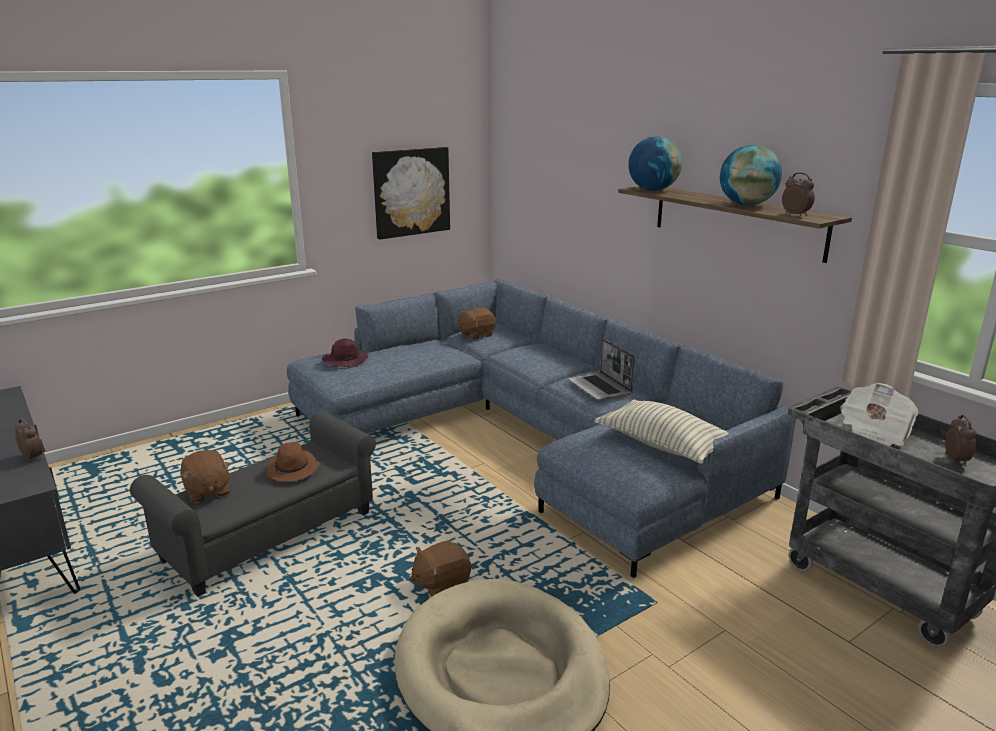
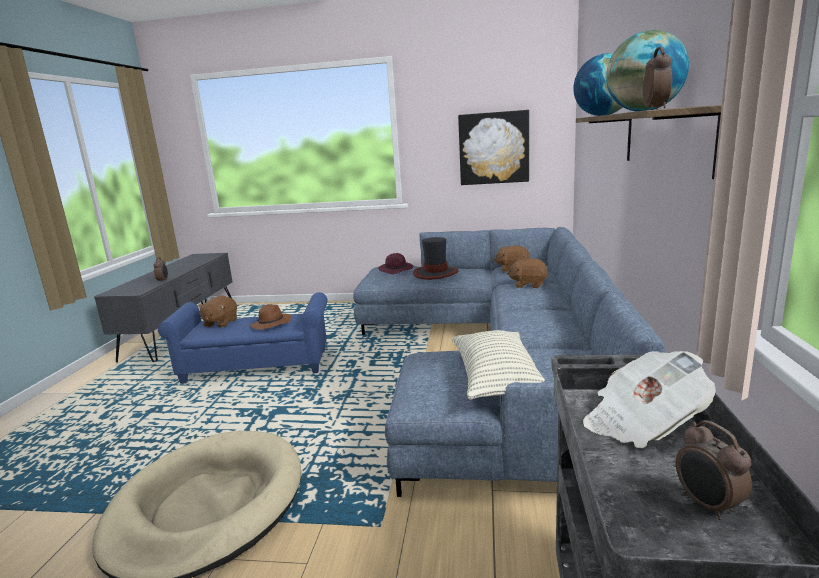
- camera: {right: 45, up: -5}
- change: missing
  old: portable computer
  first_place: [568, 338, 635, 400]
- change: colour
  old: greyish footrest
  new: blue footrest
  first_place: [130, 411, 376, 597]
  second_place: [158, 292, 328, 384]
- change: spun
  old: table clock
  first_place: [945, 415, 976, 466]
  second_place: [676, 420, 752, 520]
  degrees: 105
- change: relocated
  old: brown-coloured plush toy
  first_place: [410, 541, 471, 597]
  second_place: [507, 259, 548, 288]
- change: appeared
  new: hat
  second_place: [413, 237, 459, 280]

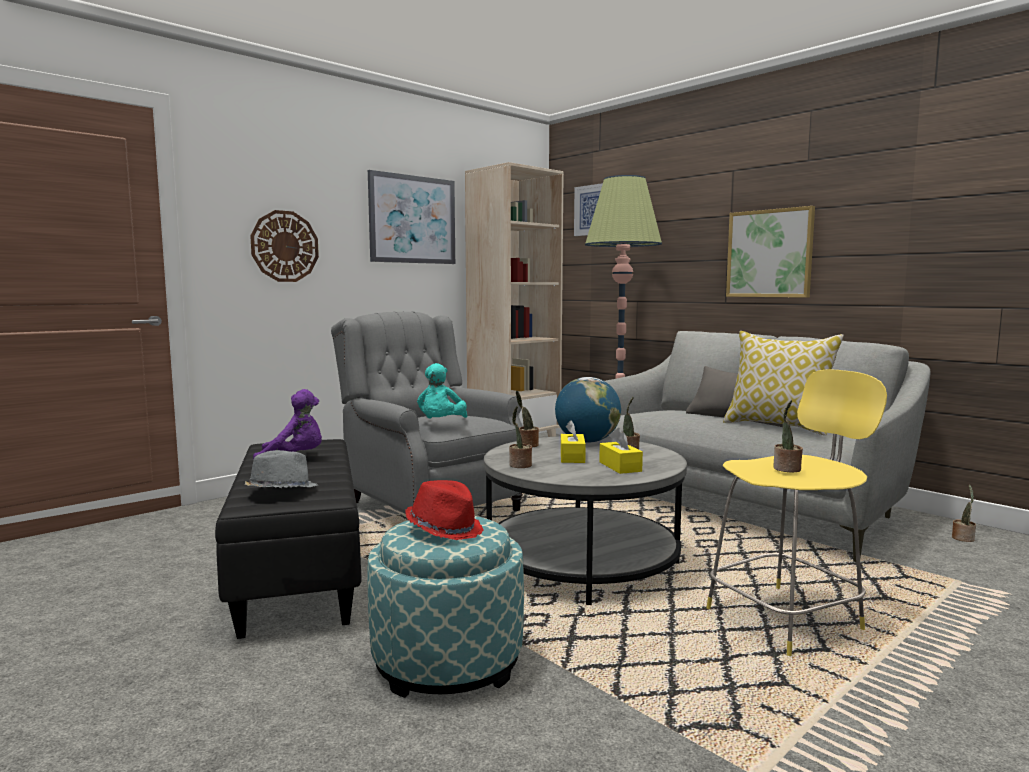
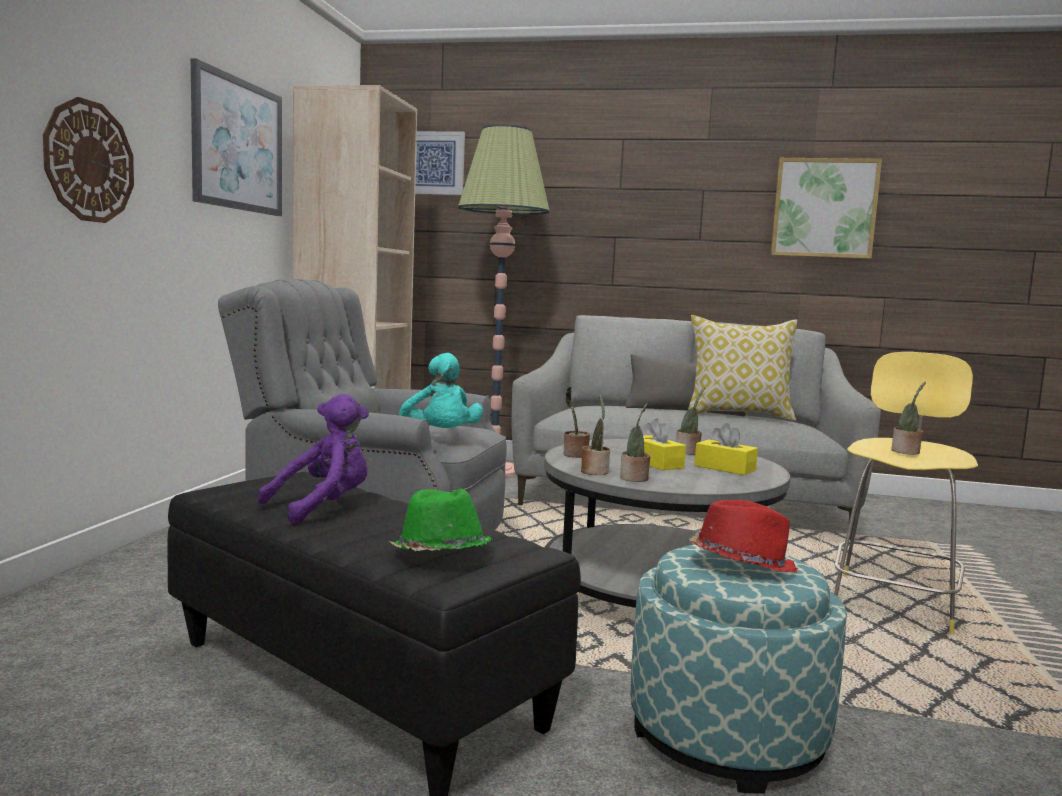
- camera: {right: -35, up: 0}
- change: relocated
  old: wall picture
  first_place: [726, 206, 815, 298]
  second_place: [771, 158, 882, 259]
- change: missing
  old: globe
  first_place: [555, 377, 621, 443]
- change: colour
  old: greyish hat
  new: green-coloured hat
  first_place: [245, 450, 318, 488]
  second_place: [389, 488, 493, 551]
- change: relocated
  old: potted plant
  first_place: [952, 485, 976, 542]
  second_place: [581, 394, 610, 475]

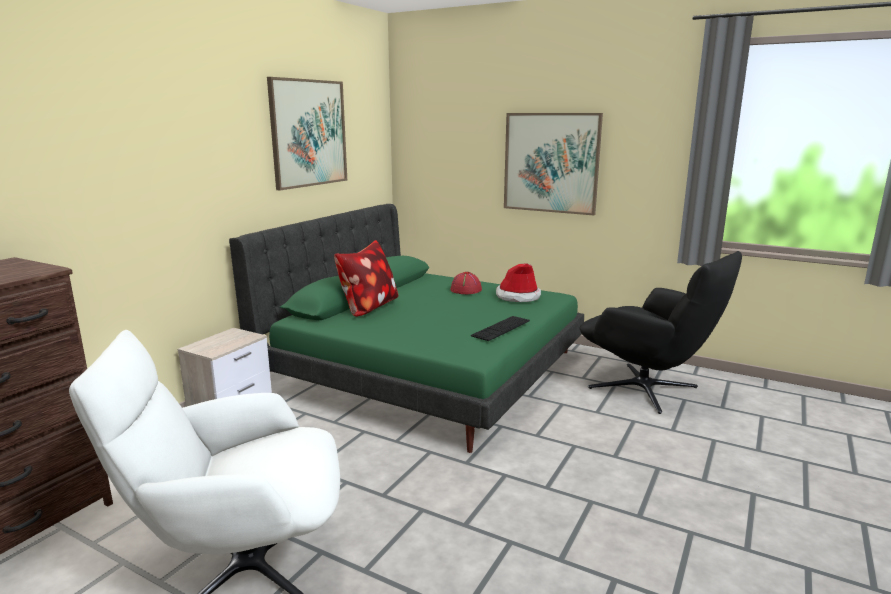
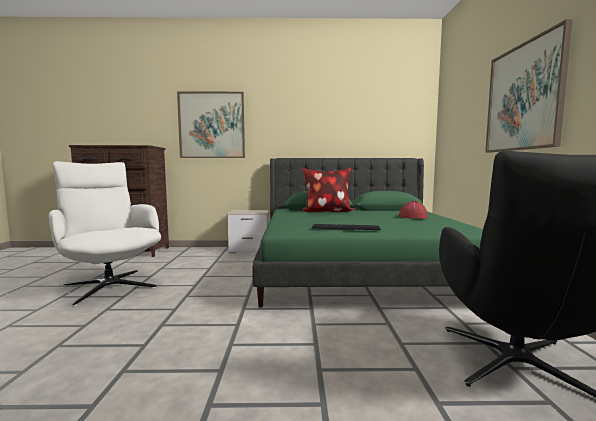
- camera: {right: 60, up: -10}
- change: relocated
  old: wall picture
  first_place: [267, 77, 347, 190]
  second_place: [177, 91, 245, 158]
- change: missing
  old: hat
  first_place: [496, 263, 541, 302]

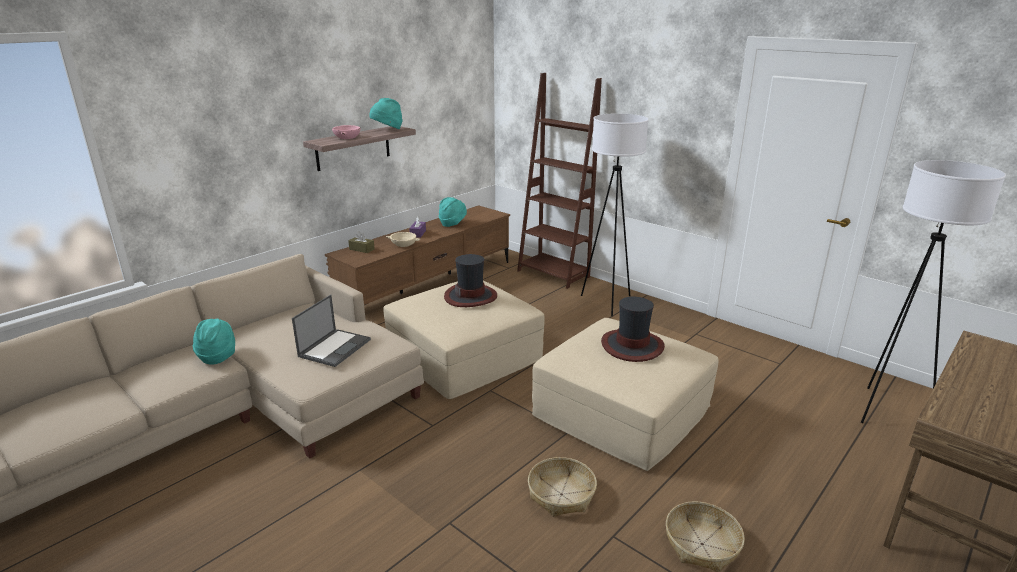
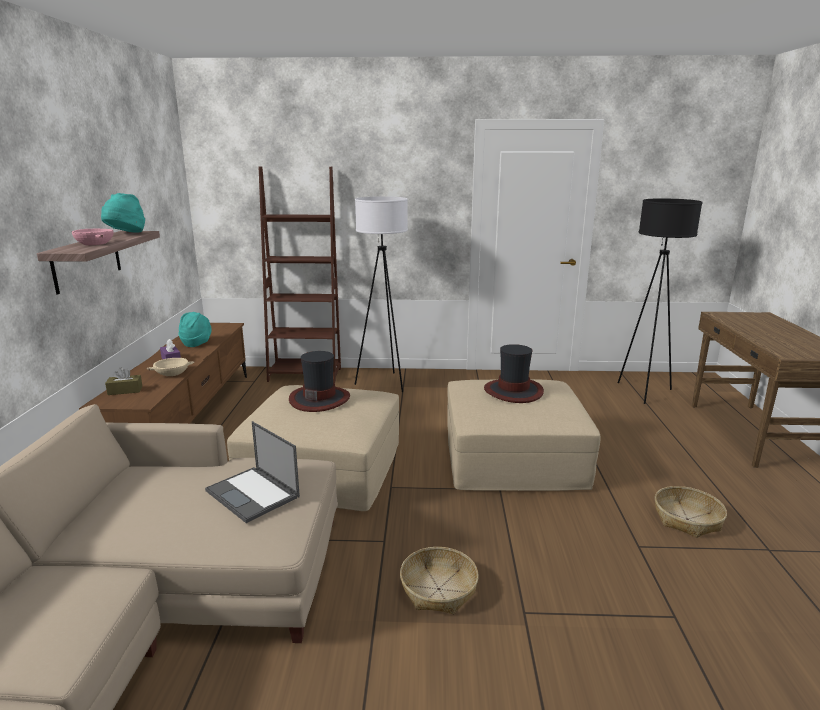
- camera: {right: -40, up: -5}
- change: colour
  old: whitish standard lamp
  new: black-coloured standard lamp
  first_place: [861, 160, 1006, 423]
  second_place: [618, 198, 703, 404]
- change: spun
  old: portable computer
  first_place: [292, 295, 371, 367]
  second_place: [205, 421, 300, 523]
  degrees: 150
- change: missing
  old: turquoise-coloured hat
  first_place: [193, 319, 235, 365]
- change: relocated
  old: basket
  first_place: [528, 457, 597, 517]
  second_place: [400, 547, 479, 614]

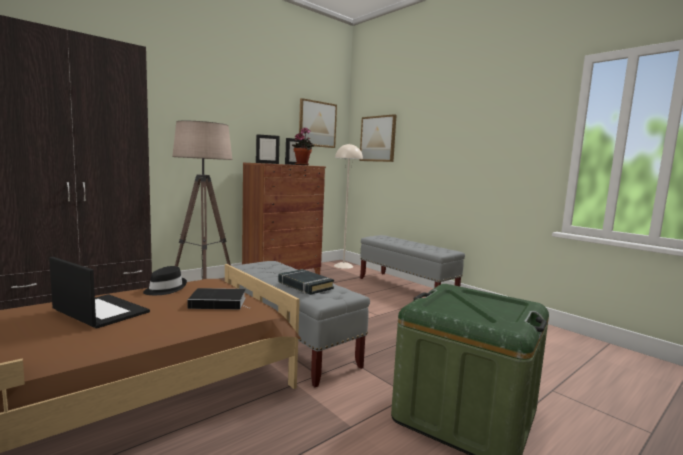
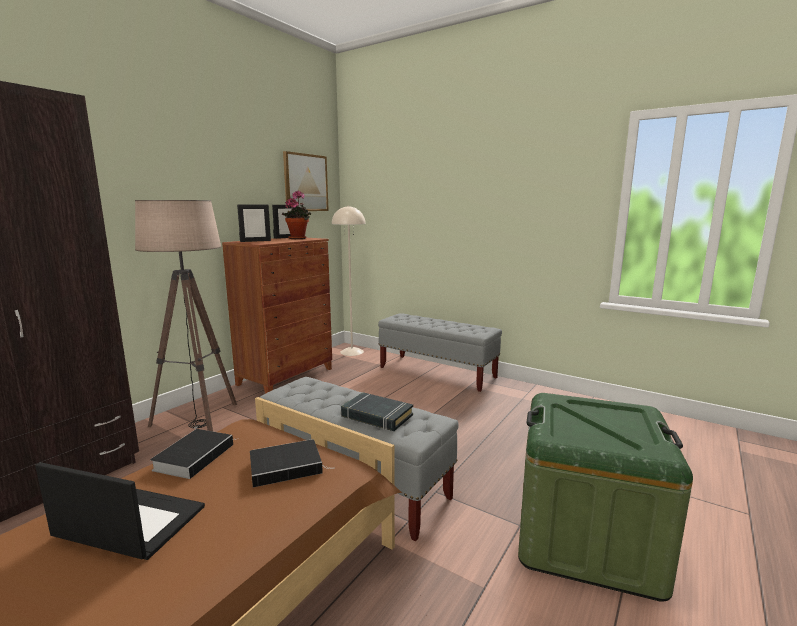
- camera: {right: -15, up: 5}
- change: missing
  old: wall picture
  first_place: [359, 114, 397, 162]
- change: exchanged
  old: black-coloured hat
  new: volume
  first_place: [143, 266, 187, 295]
  second_place: [150, 429, 236, 479]

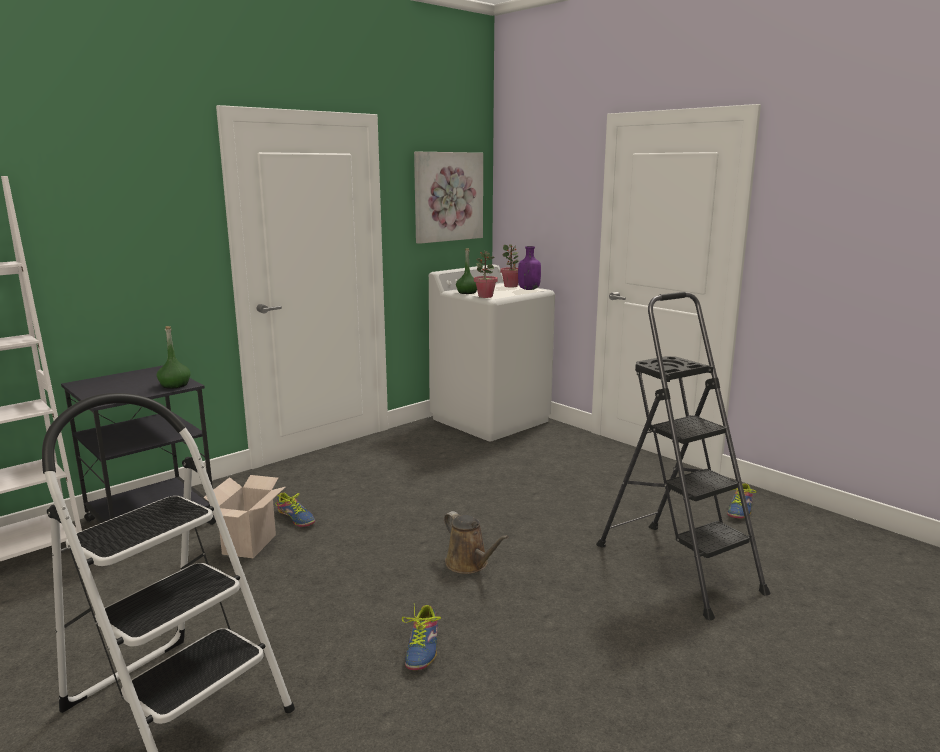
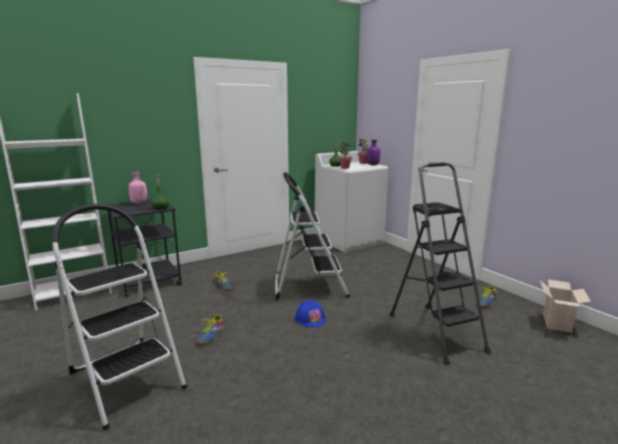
- camera: {right: 10, up: 0}
- change: missing
  old: wall picture
  first_place: [414, 152, 483, 244]
- change: relocated
  old: carton
  first_place: [203, 475, 285, 558]
  second_place: [540, 280, 591, 333]
- change: exchanged
  old: brown-coloured watering can
  new: blue work helmet
  first_place: [444, 511, 509, 574]
  second_place: [295, 300, 326, 327]
- change: relocated
  old: low shoe
  first_place: [402, 603, 441, 670]
  second_place: [197, 313, 224, 344]
- change: appeared
  new: pinkish bottle
  second_place: [128, 172, 147, 204]
- change: appeared
  new: step stool
  second_place: [275, 172, 350, 300]

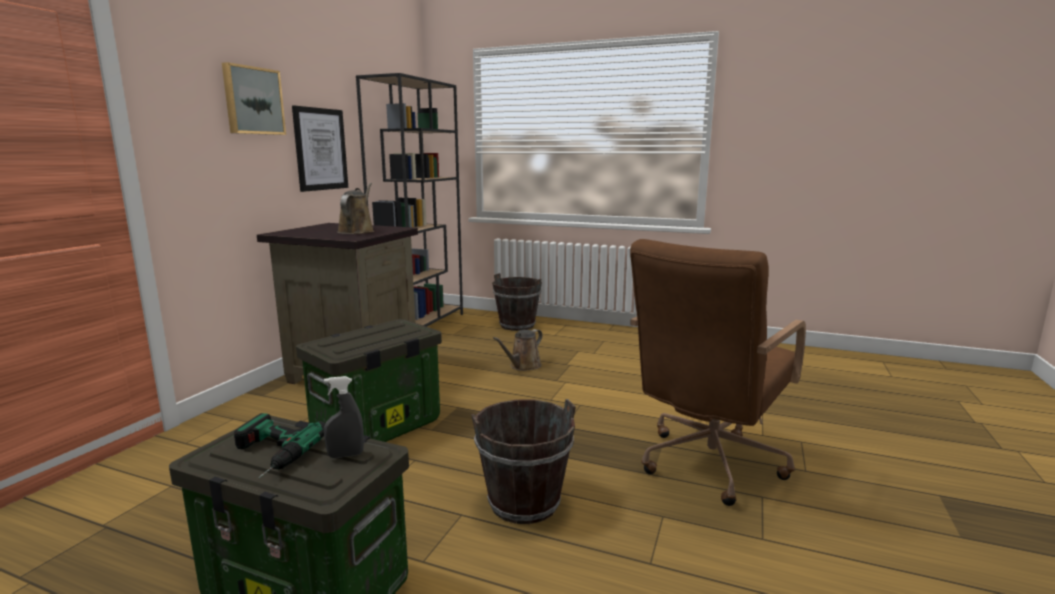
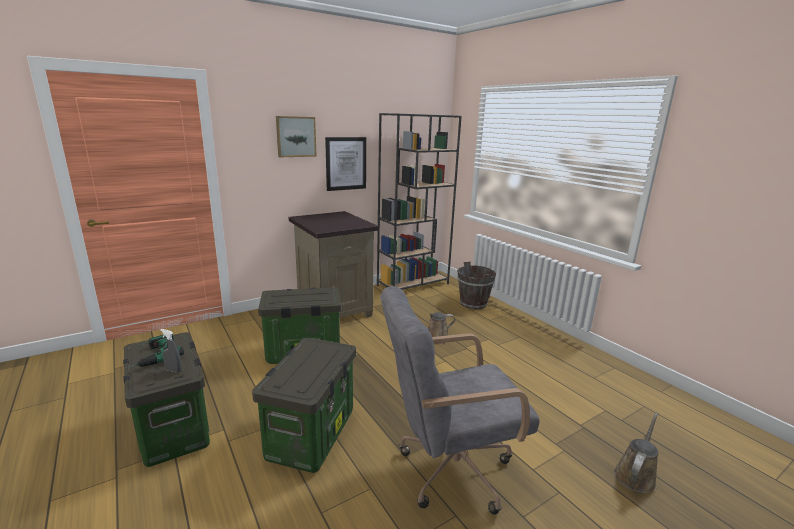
- camera: {right: 35, up: 5}
- change: relocated
  old: brown-coloured watering can
  first_place: [337, 183, 374, 234]
  second_place: [614, 412, 659, 494]
- change: colour
  old: brown-coloured desk chair
  new: greyish desk chair
  first_place: [630, 239, 806, 506]
  second_place: [380, 286, 540, 515]
- change: exchanged
  old: brown-coloured pail
  new: storage box
  first_place: [471, 399, 576, 524]
  second_place: [252, 338, 356, 473]

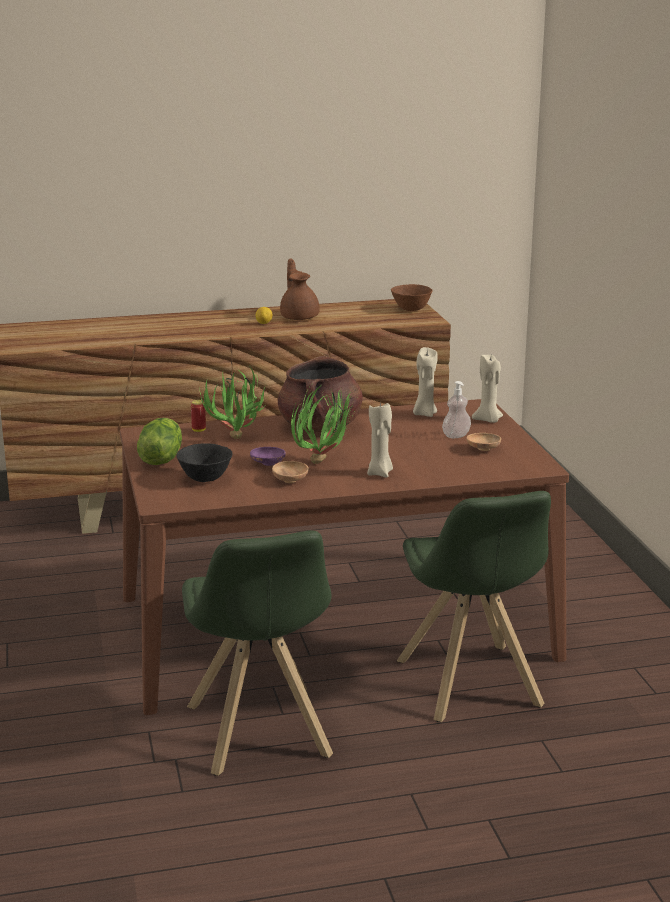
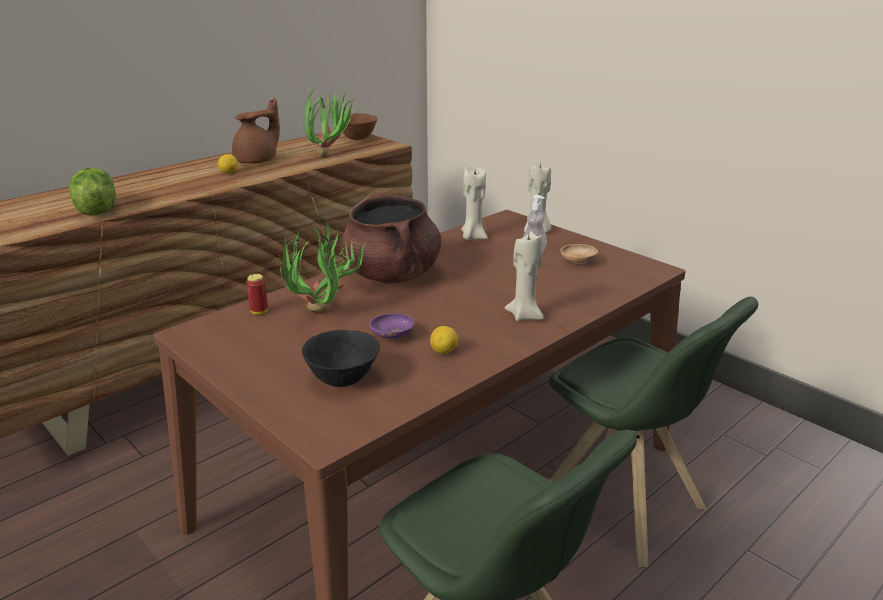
- camera: {right: -30, up: 5}
- change: spun
  old: brown-coloured teapot
  first_place: [280, 258, 320, 320]
  second_place: [232, 98, 280, 164]
  degrees: 90
- change: relocated
  old: potted plant
  first_place: [291, 381, 355, 464]
  second_place: [303, 87, 355, 156]
- change: relocated
  old: lettuce
  first_place: [137, 418, 182, 465]
  second_place: [69, 168, 116, 215]
- change: exchanged
  old: brown-coloured deep dish
  new: lemon
  first_place: [272, 461, 309, 483]
  second_place: [430, 326, 458, 354]

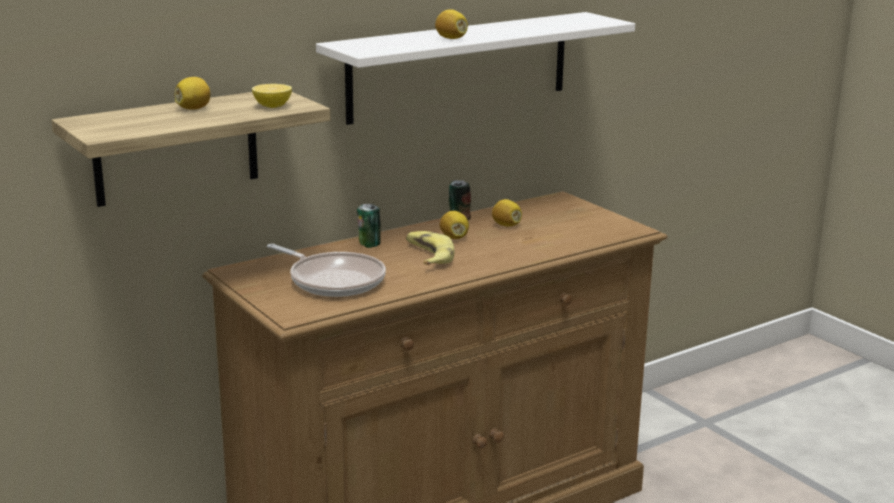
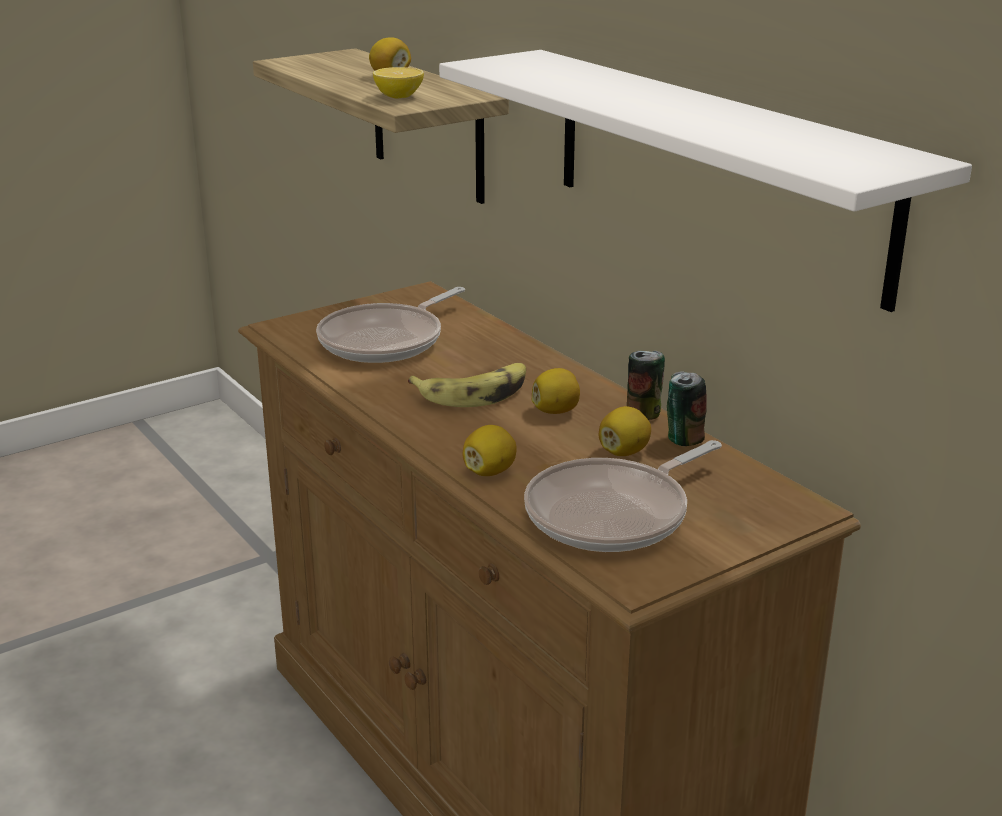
- camera: {right: 90, up: 5}
- change: relocated
  old: lemon
  first_place: [435, 9, 468, 39]
  second_place: [463, 425, 517, 476]
- change: relocated
  old: metal can
  first_place: [357, 204, 381, 248]
  second_place: [667, 371, 707, 446]
- change: appeared
  new: skillet
  second_place: [524, 440, 722, 552]

